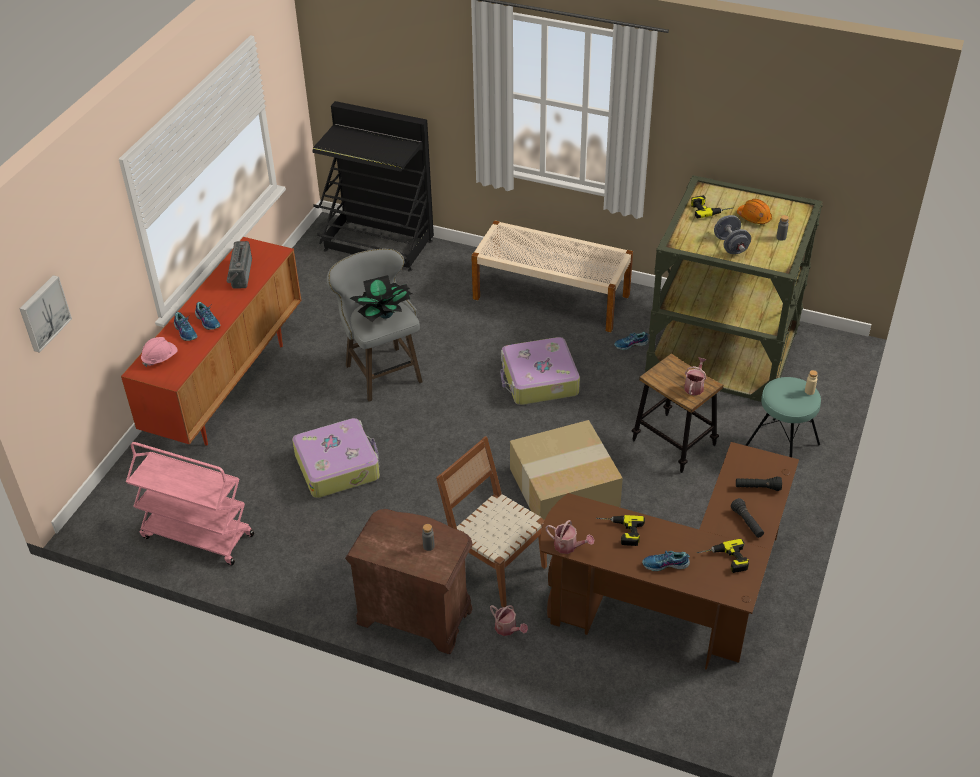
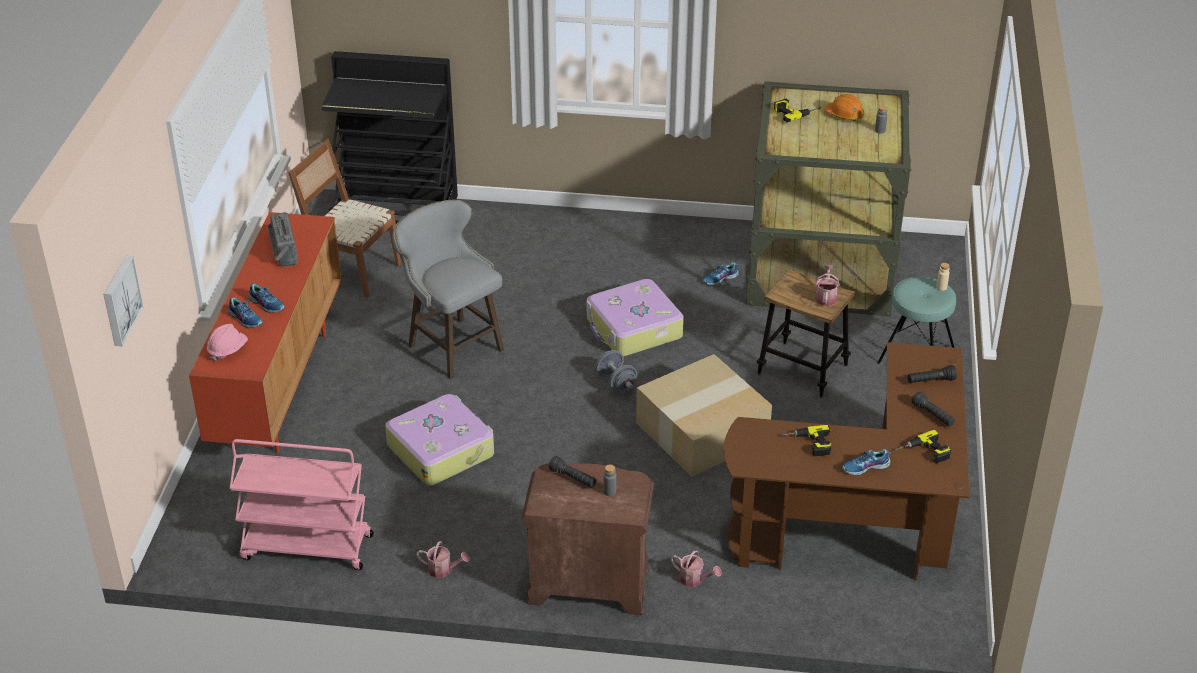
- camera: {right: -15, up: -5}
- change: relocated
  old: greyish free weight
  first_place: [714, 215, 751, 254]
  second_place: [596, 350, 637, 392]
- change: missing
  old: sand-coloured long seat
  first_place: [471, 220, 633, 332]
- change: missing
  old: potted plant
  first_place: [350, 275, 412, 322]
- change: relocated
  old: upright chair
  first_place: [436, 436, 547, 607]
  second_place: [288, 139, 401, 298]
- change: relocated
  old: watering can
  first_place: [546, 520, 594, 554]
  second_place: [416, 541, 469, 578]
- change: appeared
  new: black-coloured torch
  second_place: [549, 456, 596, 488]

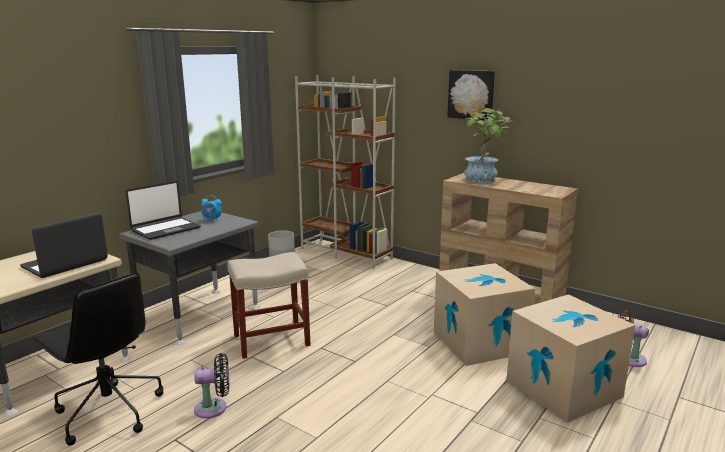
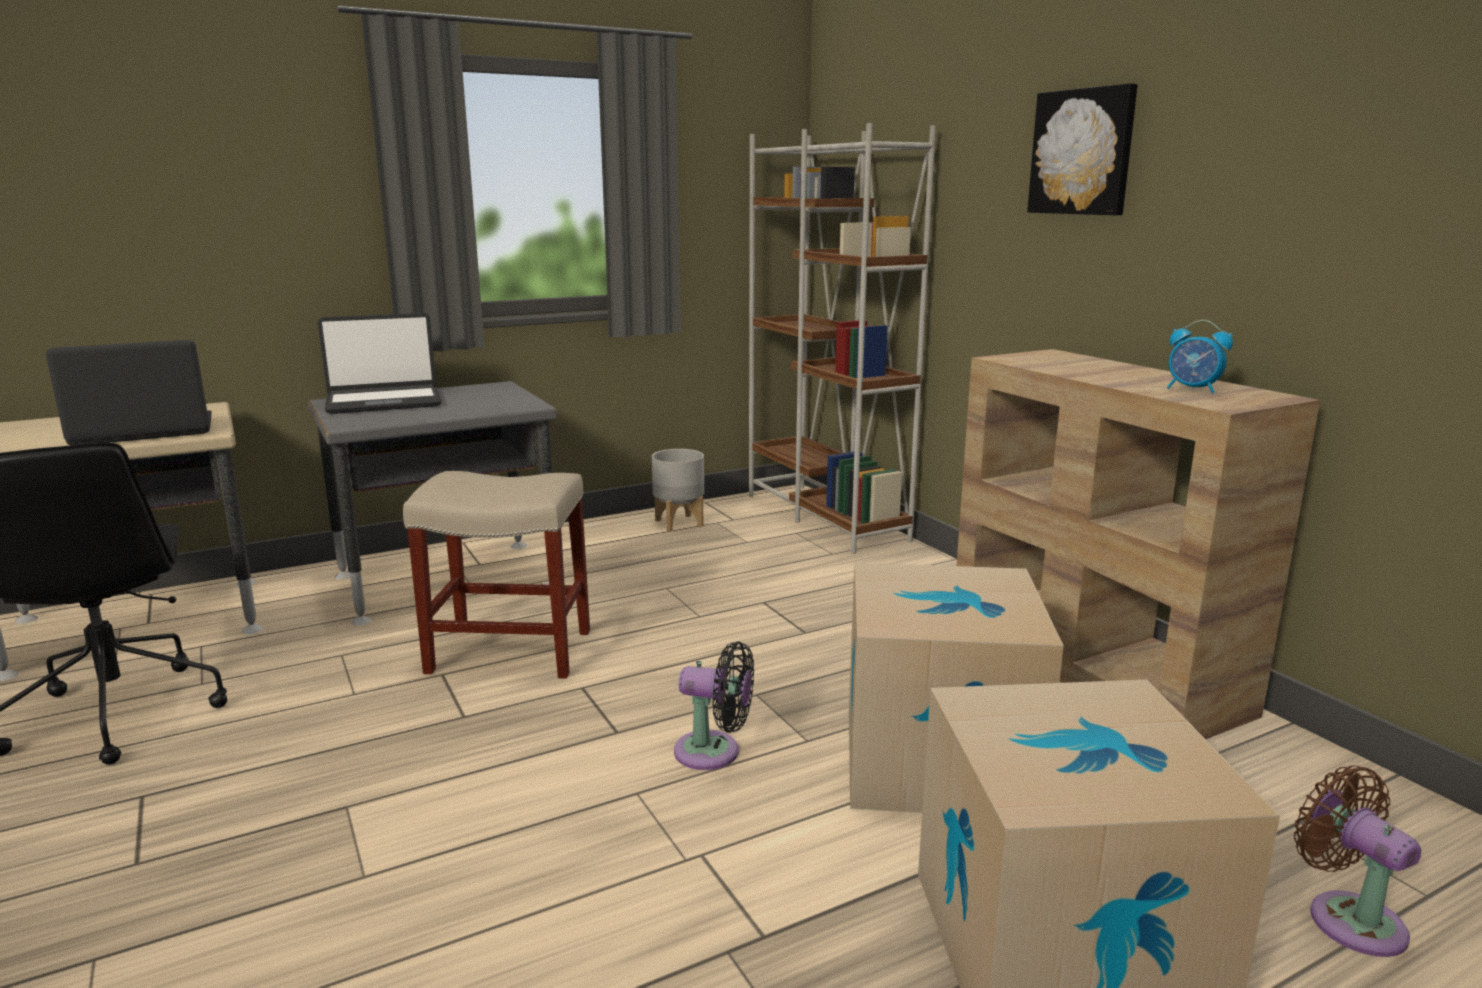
- camera: {right: 25, up: 0}
- change: missing
  old: potted plant
  first_place: [464, 108, 517, 183]
- change: relocated
  old: table clock
  first_place: [201, 195, 222, 222]
  second_place: [1167, 320, 1233, 394]
- change: relocated
  old: black-coloured cooling fan
  first_place: [194, 353, 229, 418]
  second_place: [674, 641, 754, 770]

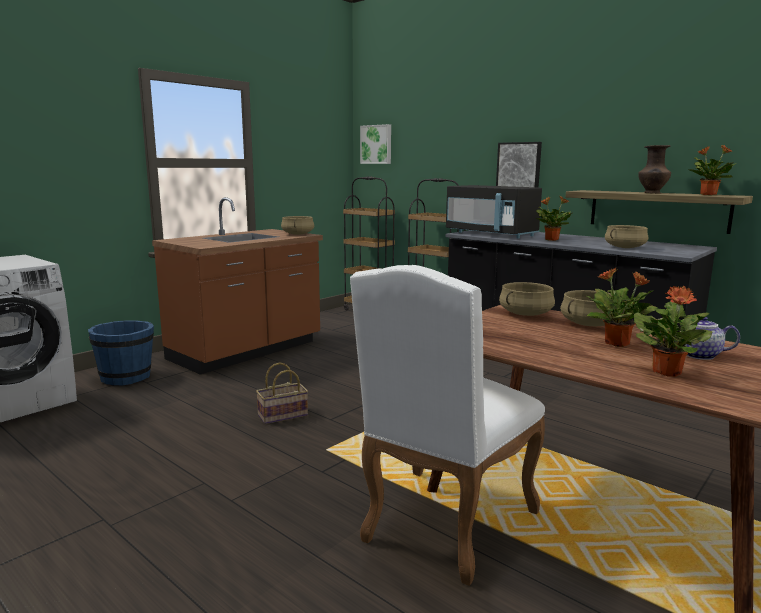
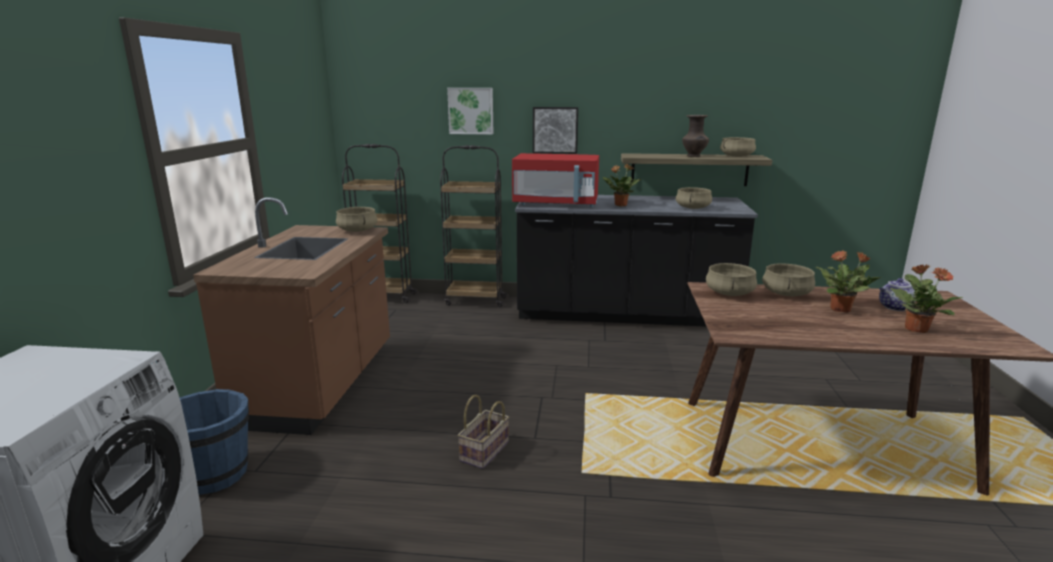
- camera: {right: -35, up: 5}
- change: relocated
  old: wall picture
  first_place: [360, 124, 391, 164]
  second_place: [447, 88, 493, 135]
- change: exchanged
  old: potted plant
  new: sand-coloured saucepot
  first_place: [689, 145, 737, 195]
  second_place: [720, 137, 756, 157]
- change: colour
  old: black-coloured microwave oven
  new: red-coloured microwave oven
  first_place: [446, 185, 542, 239]
  second_place: [512, 153, 599, 207]
- change: missing
  old: whitish upright chair
  first_place: [350, 265, 545, 586]

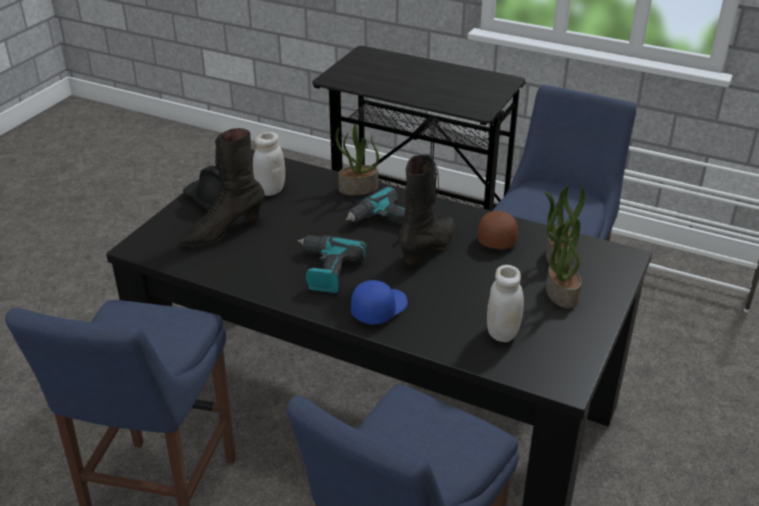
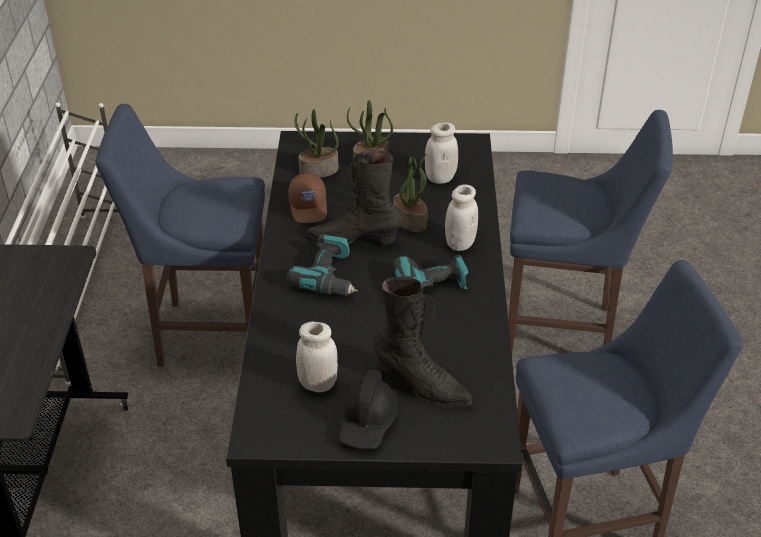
- camera: {right: -115, up: 5}
- change: relocated
  old: potted plant
  first_place: [335, 123, 379, 195]
  second_place: [393, 154, 428, 232]
- change: spun
  old: brown-coloured peaked cap
  first_place: [478, 211, 518, 249]
  second_place: [288, 173, 327, 223]
  degrees: -90
- change: exchanged
  old: blue peaked cap
  new: whitish preserve jar
  first_place: [351, 280, 408, 325]
  second_place: [445, 184, 478, 251]

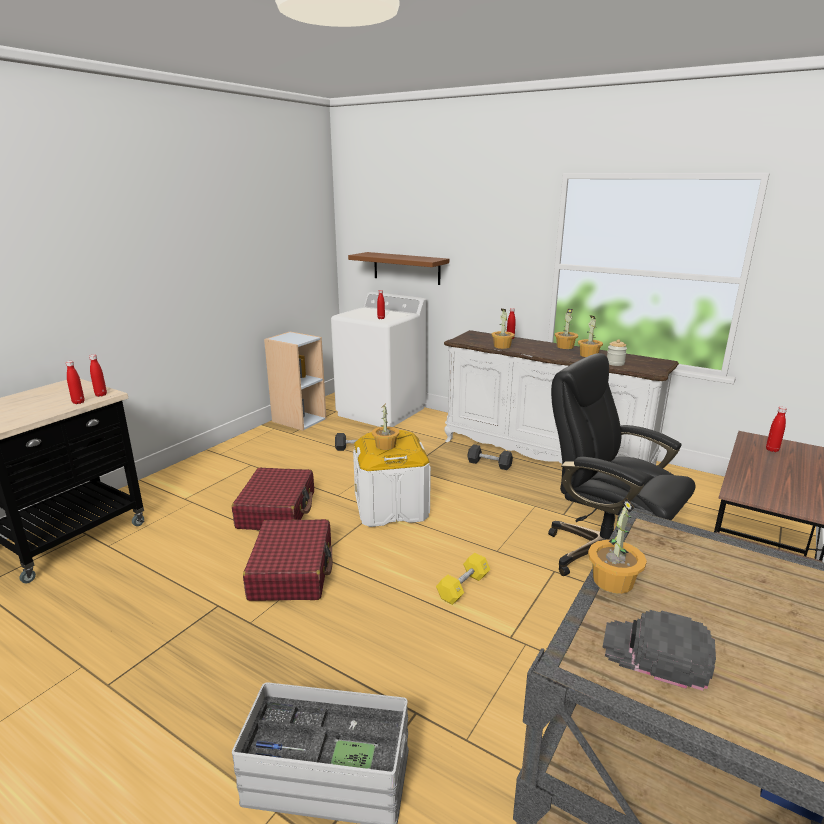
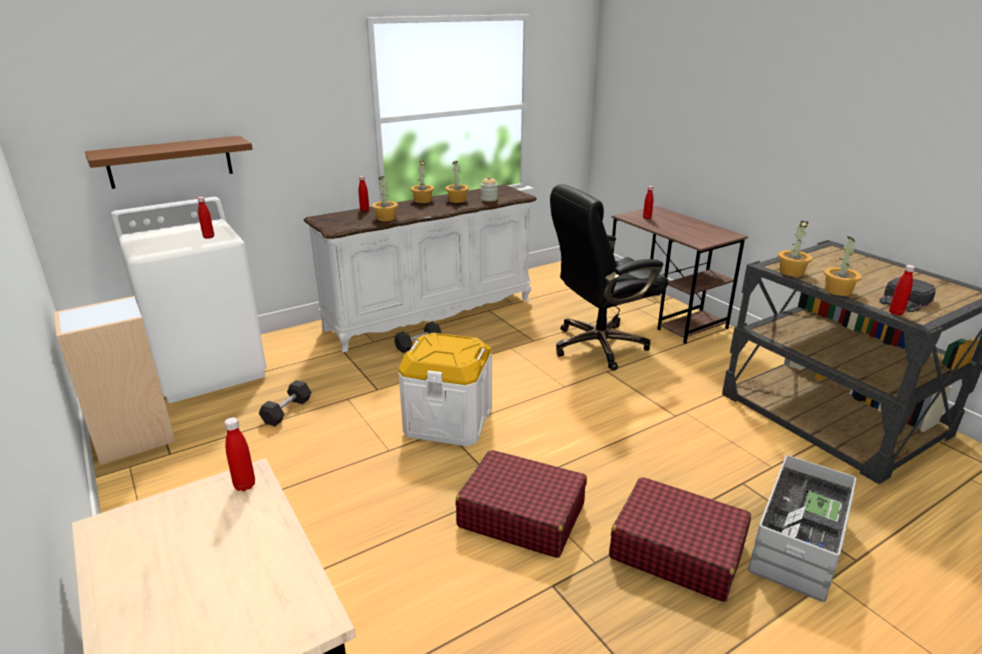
- camera: {right: -65, up: 5}
- change: relocated
  old: red-coloured bottle
  first_place: [66, 361, 85, 404]
  second_place: [889, 265, 915, 315]
- change: relocated
  old: potted plant
  first_place: [372, 404, 399, 450]
  second_place: [778, 221, 812, 277]
- change: relocated
  old: red-coloured piece of luggage
  first_place: [232, 468, 314, 530]
  second_place: [609, 477, 751, 602]
- change: missing
  old: yellowish free weight
  first_place: [436, 553, 490, 605]

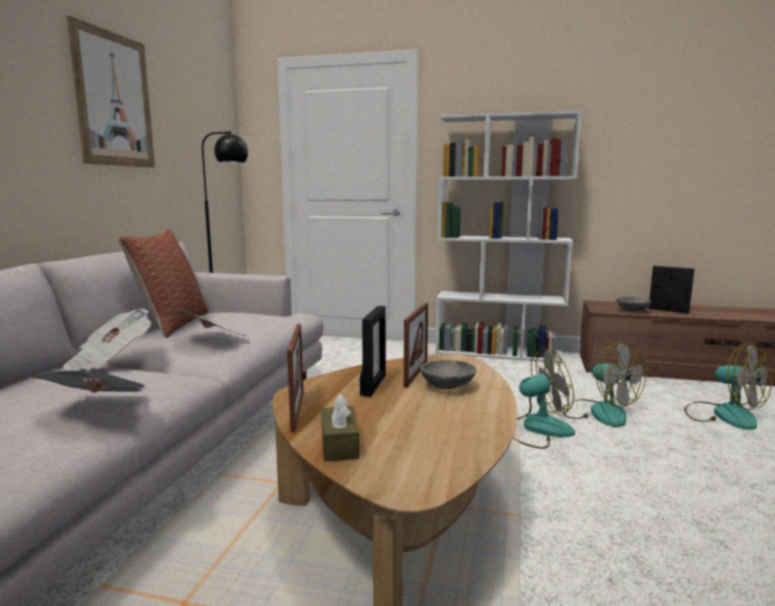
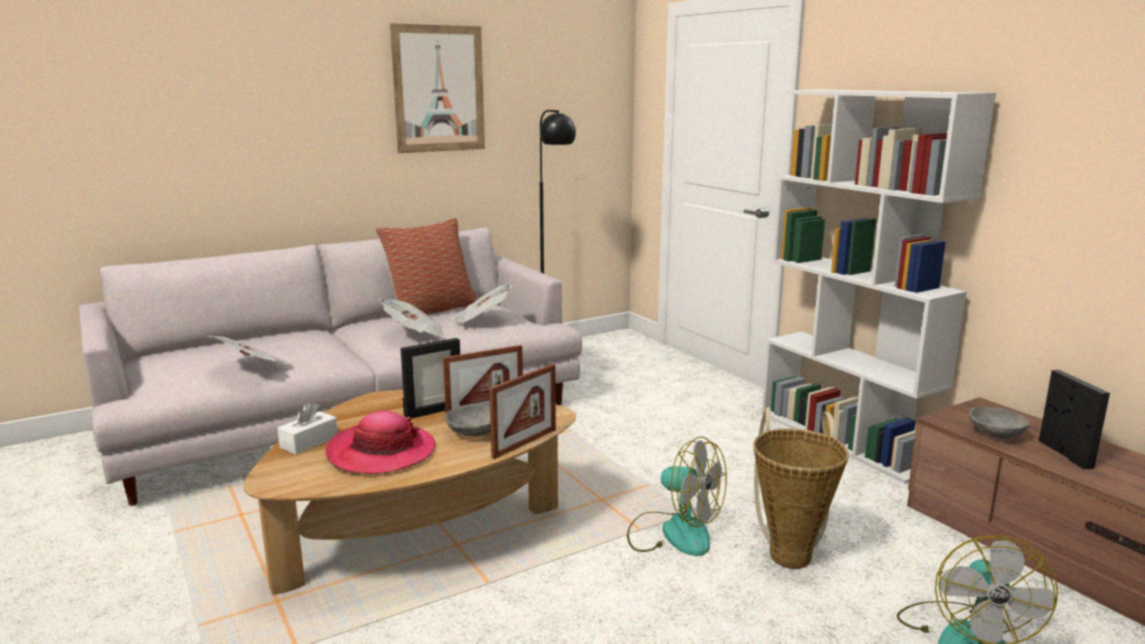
- camera: {right: 45, up: 5}
- change: relocated
  old: daily paper
  first_place: [63, 309, 151, 370]
  second_place: [450, 284, 513, 325]
- change: relocated
  old: standing frame
  first_place: [287, 324, 303, 433]
  second_place: [489, 364, 556, 459]
- change: exchanged
  old: cooling fan
  new: basket
  first_place: [562, 341, 646, 427]
  second_place: [753, 407, 849, 569]
- change: colour
  old: brown-coloured tissue box
  new: whitish tissue box
  first_place: [321, 394, 359, 462]
  second_place: [277, 403, 338, 455]
- change: appeared
  new: hat
  second_place: [325, 411, 435, 474]

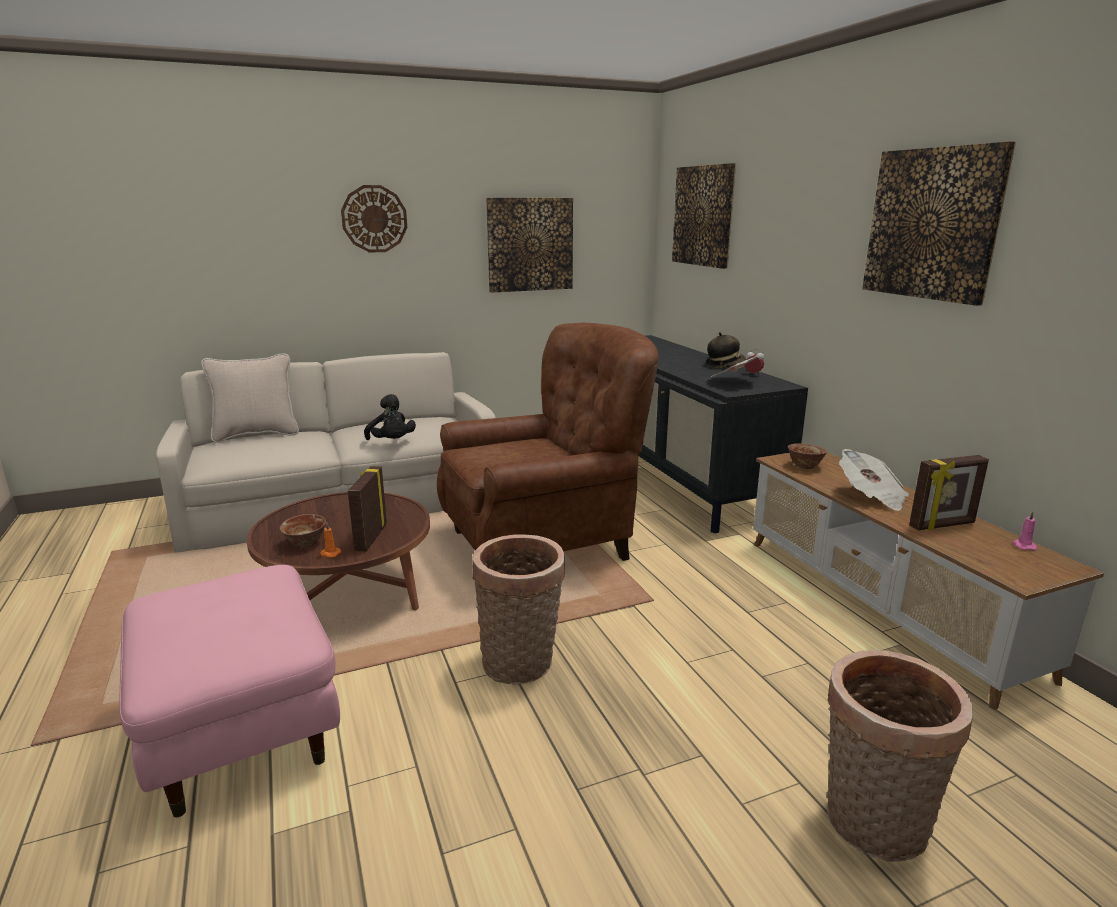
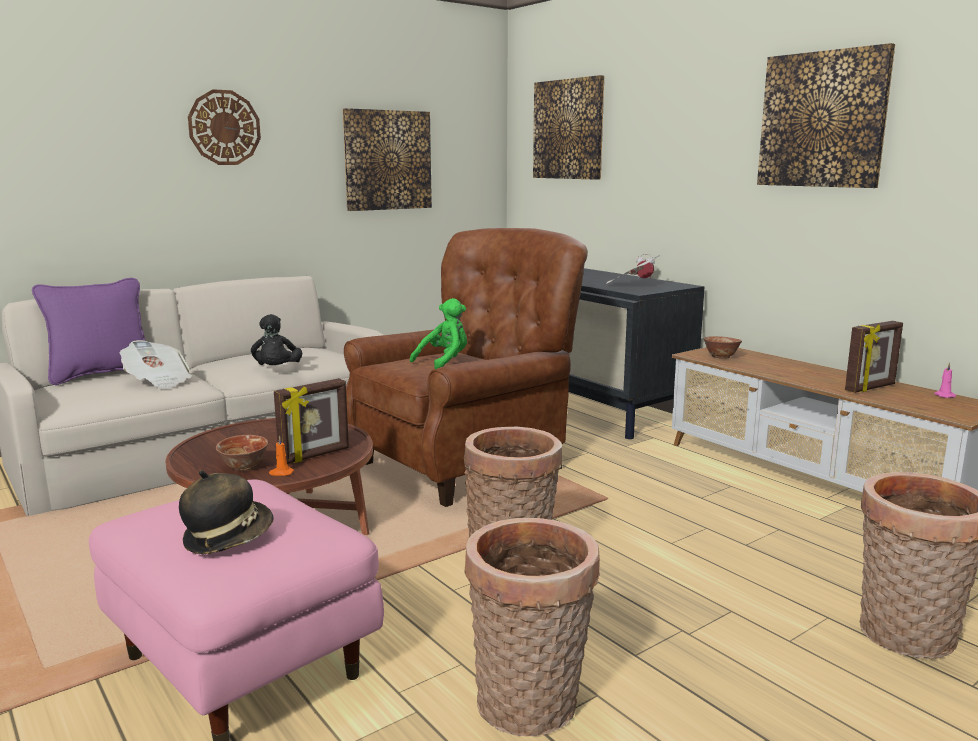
- camera: {right: -15, up: -5}
- change: relocated
  old: hat
  first_place: [706, 332, 746, 368]
  second_place: [179, 470, 273, 554]
- change: colour
  old: sand-coloured cushion
  new: purplish cushion
  first_place: [201, 353, 299, 443]
  second_place: [32, 278, 145, 385]
- change: spun
  old: black-coloured plush toy
  first_place: [364, 394, 416, 440]
  second_place: [251, 314, 302, 365]
  degrees: 45
- change: relocated
  old: daily paper
  first_place: [839, 449, 909, 511]
  second_place: [120, 340, 192, 389]
- change: spun
  old: standing frame
  first_place: [348, 466, 387, 552]
  second_place: [274, 378, 349, 464]
  degrees: -120
- change: appeared
  new: green-coloured plush toy
  second_place: [410, 298, 467, 369]
- change: appeared
  new: basket
  second_place: [464, 518, 600, 736]

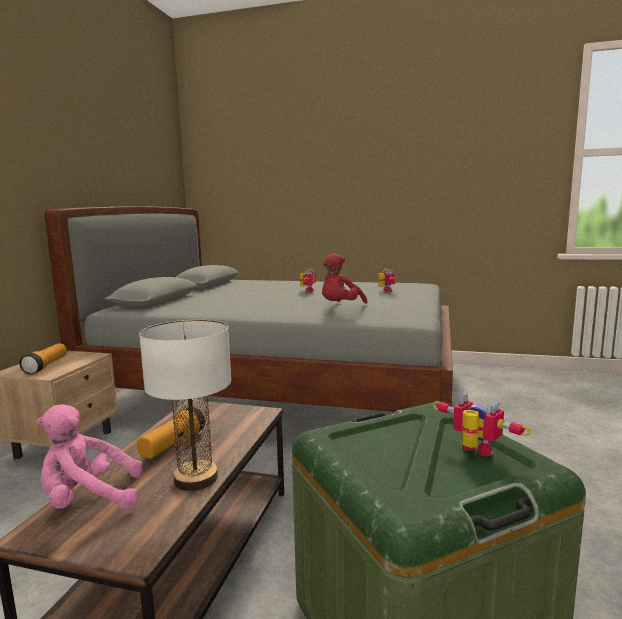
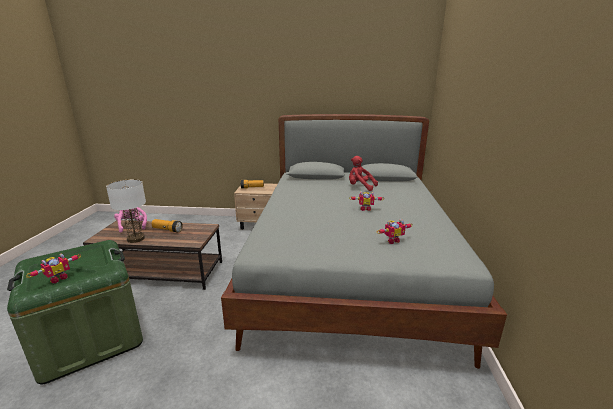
- camera: {right: 80, up: 10}
- change: relocated
  old: red-coloured plush toy
  first_place: [322, 254, 367, 303]
  second_place: [349, 156, 378, 191]

